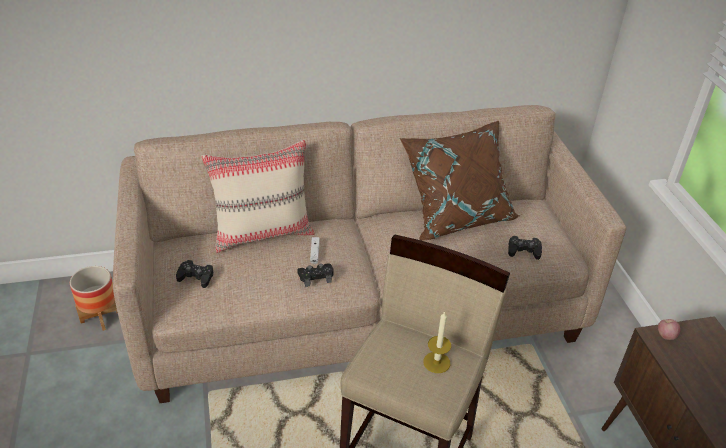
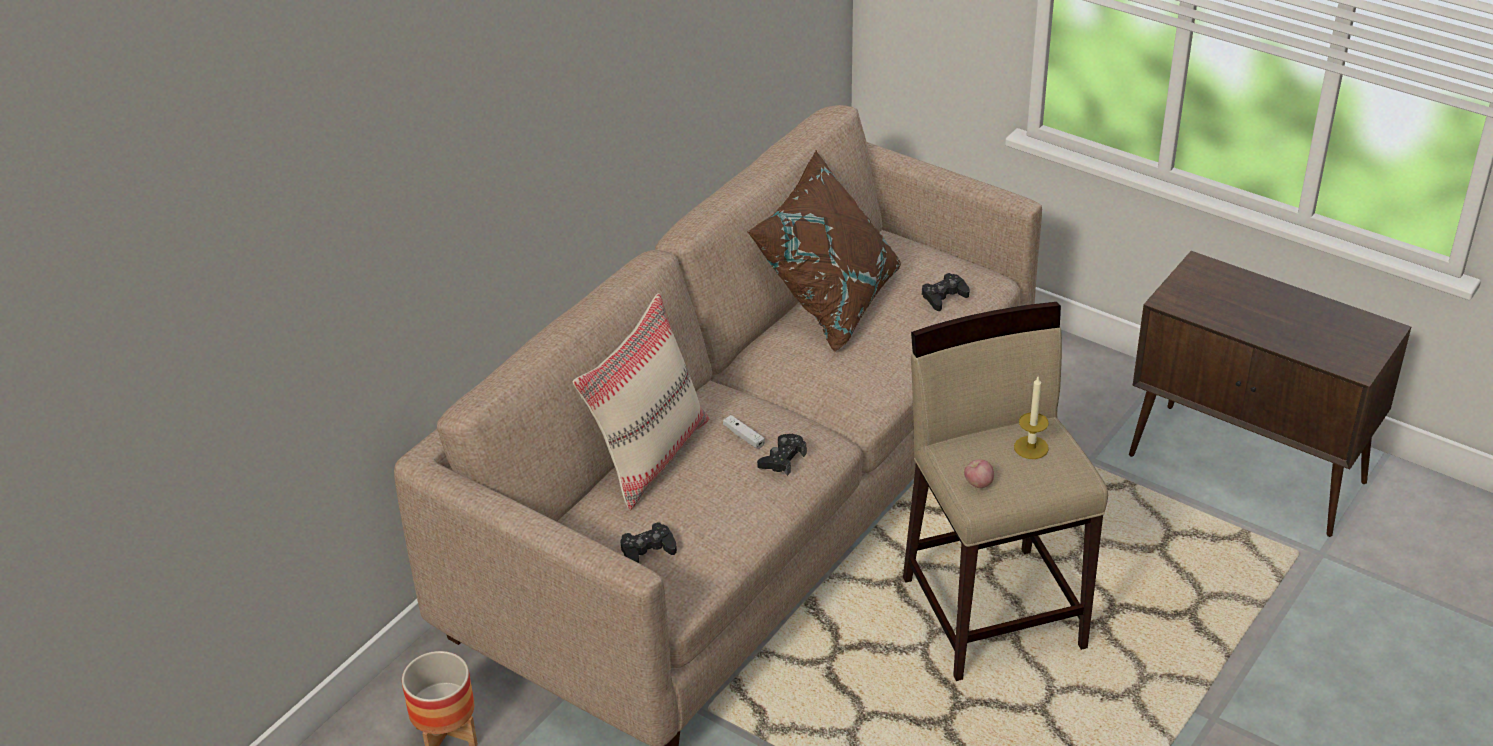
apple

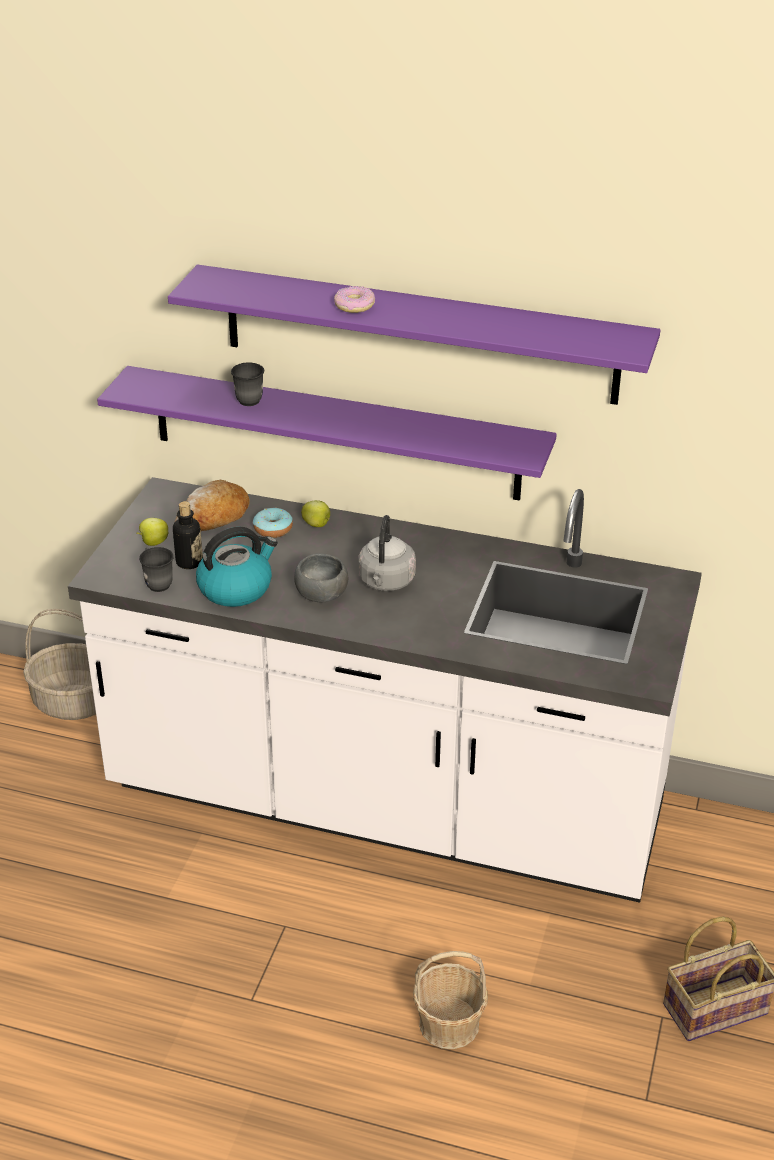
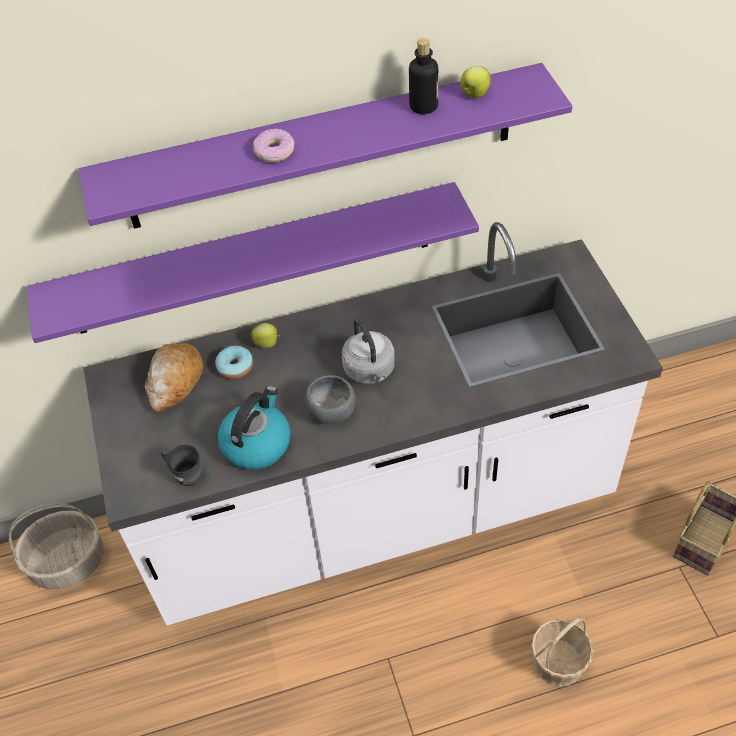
mug in grey (no. 2 from left in the first image); apple (no. 2 from left); bottle

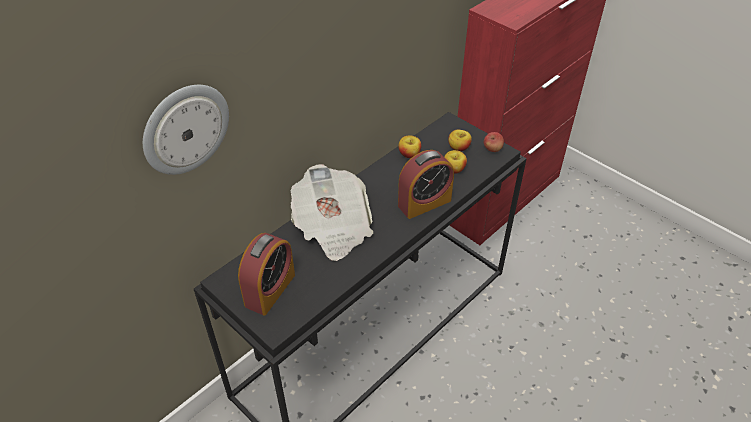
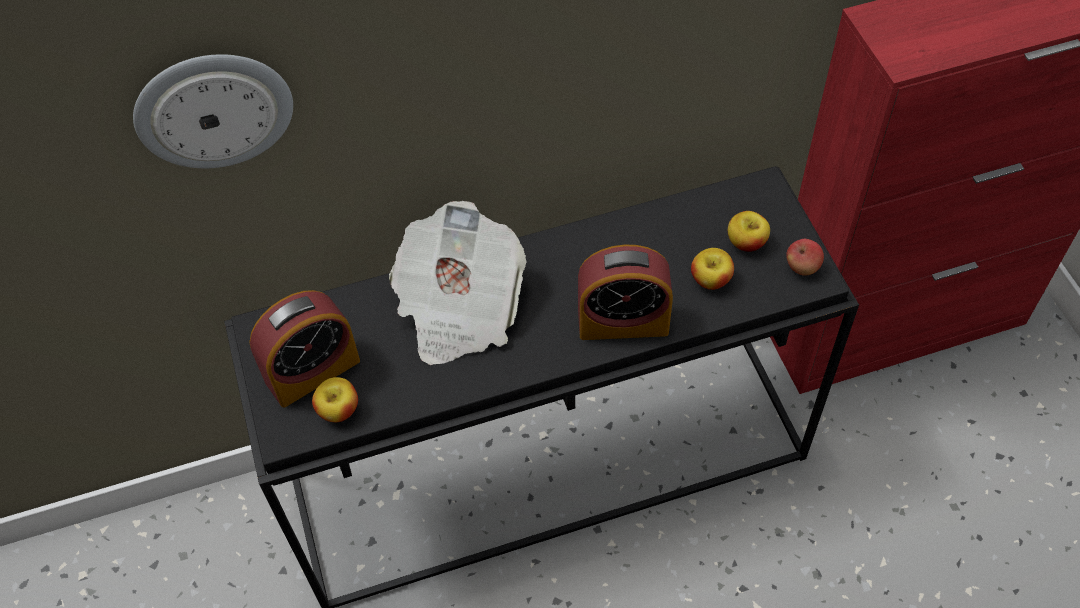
apple (no. 1 from left)

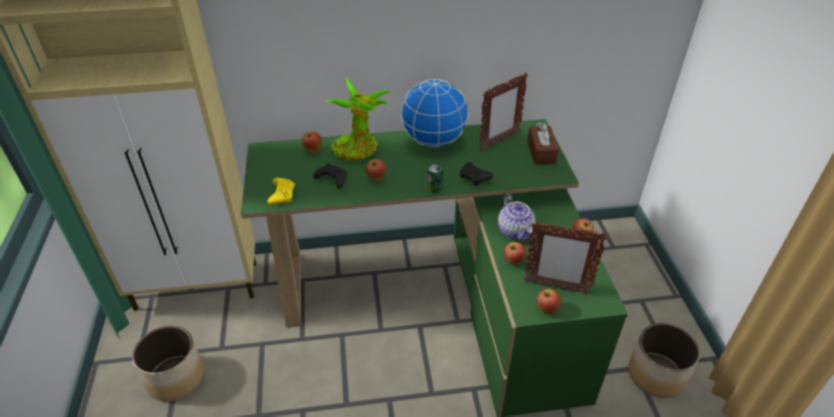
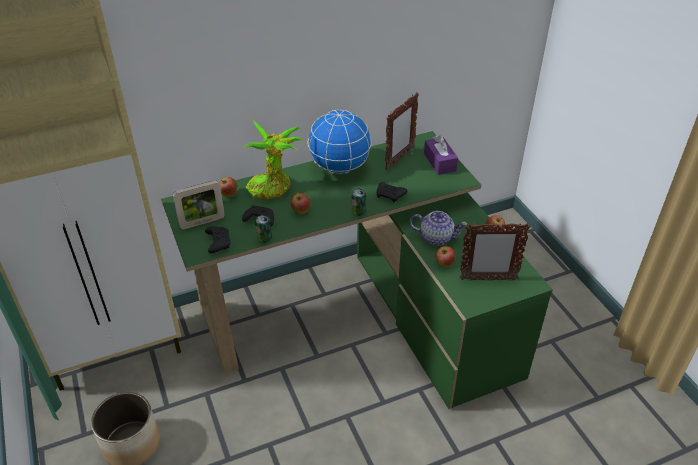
apple (no. 4 from left in the first image); planter (no. 2 from left in the first image); picture frame (no. 1 from left); can (no. 1 from left); game controller in black (no. 1 from left); tissue box in purple; teapot

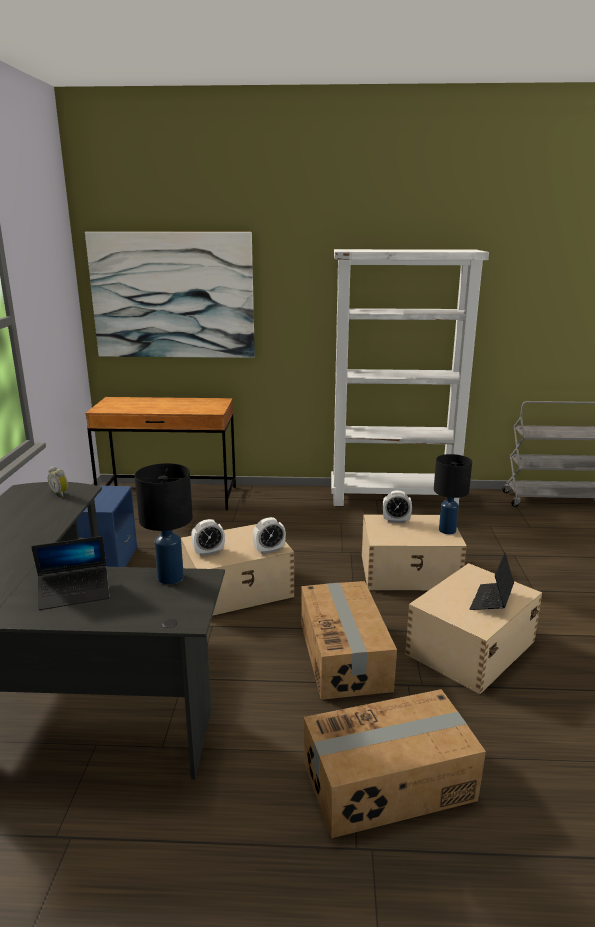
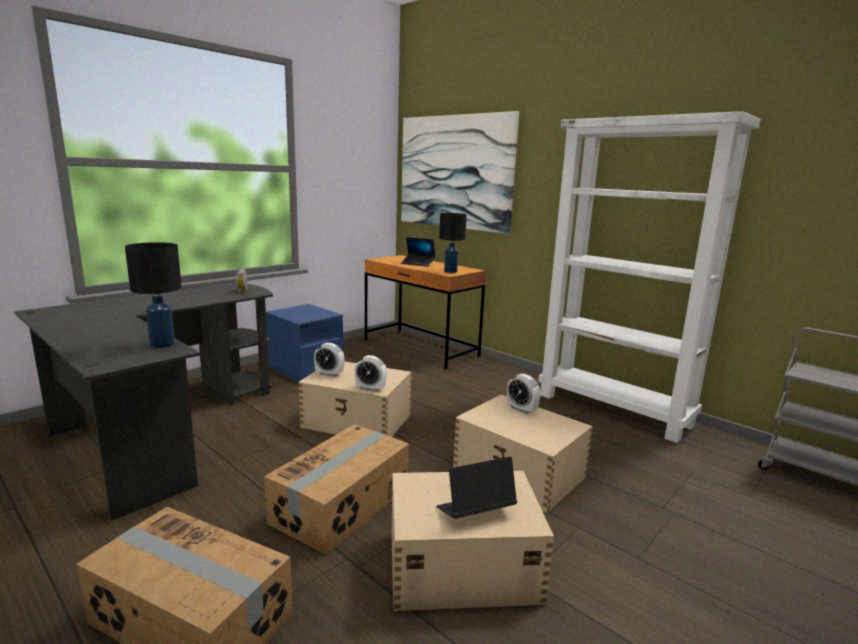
laptop (no. 1 from left); table lamp in black (no. 2 from left)

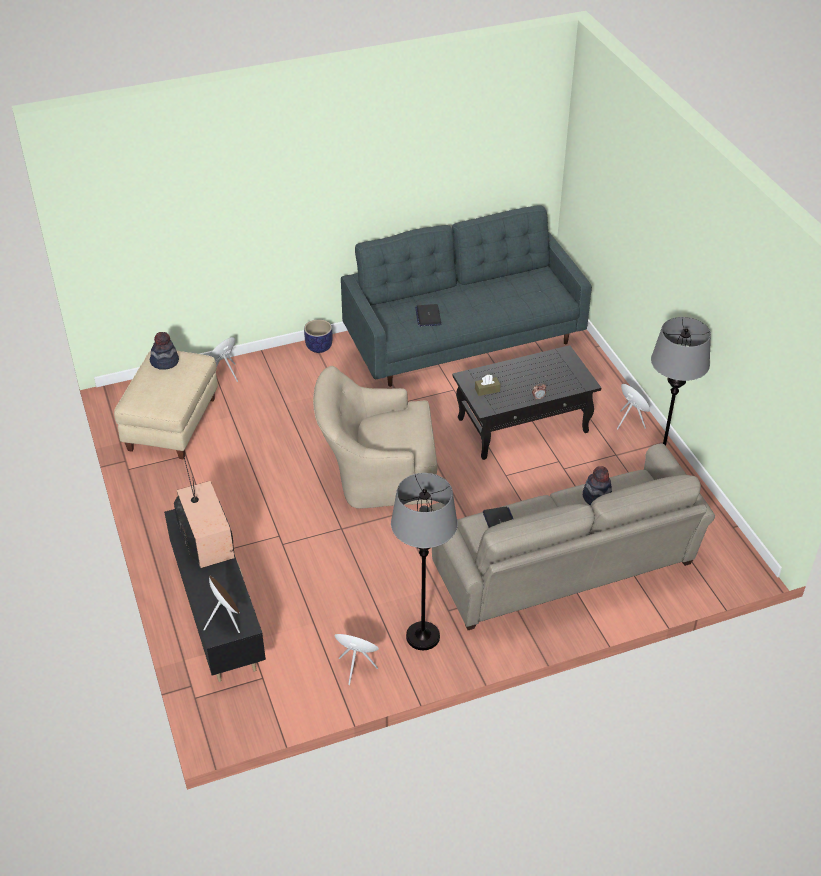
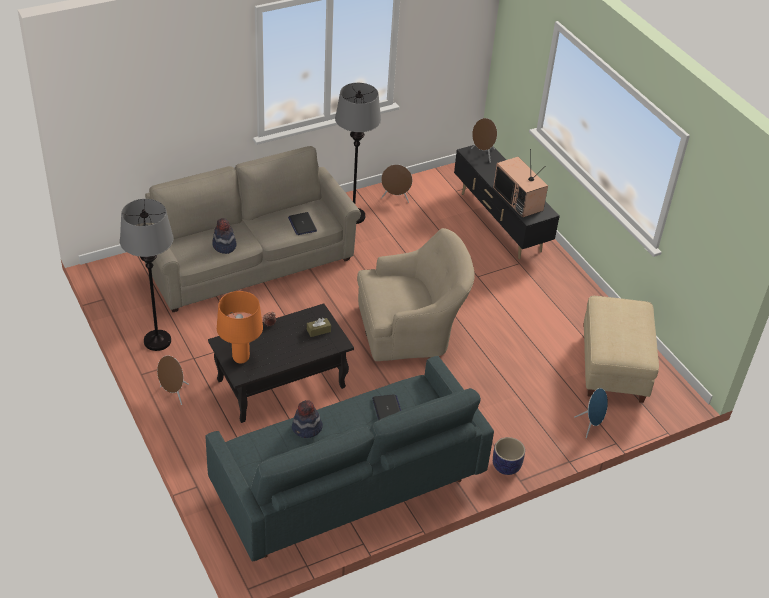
table lamp in orange; hat (no. 2 from left)

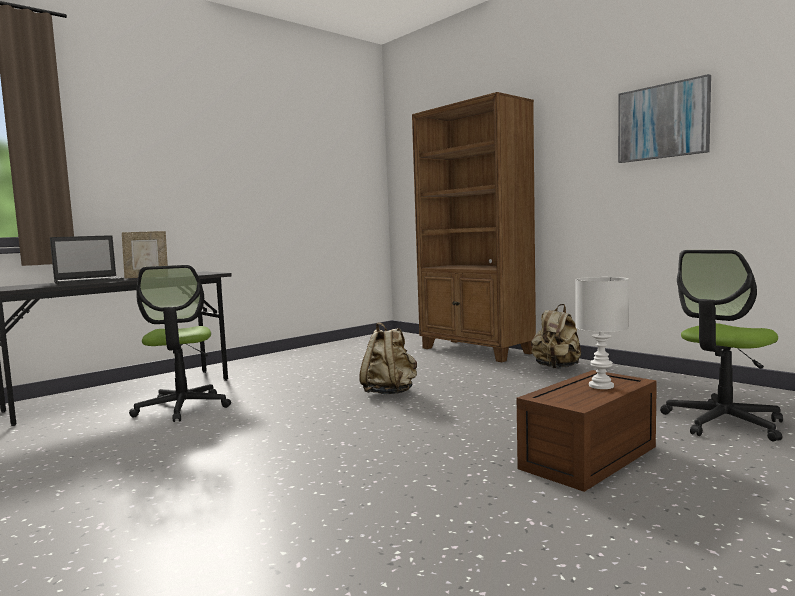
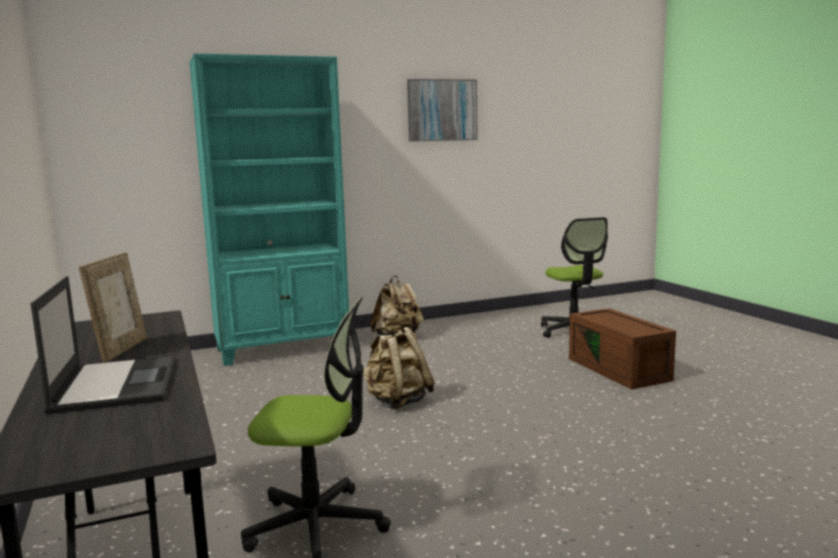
table lamp in white; bookcase in turquoise

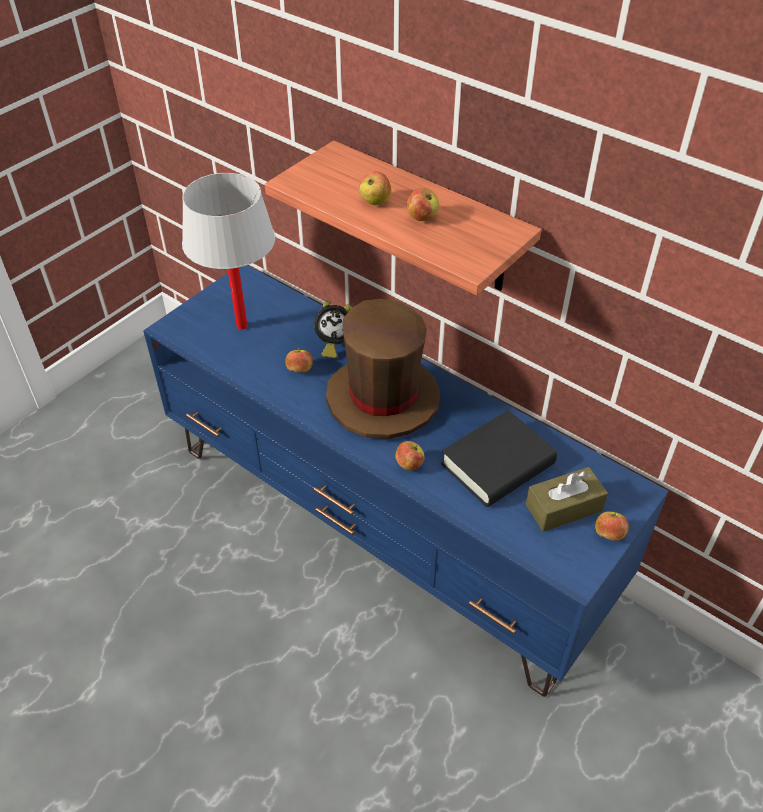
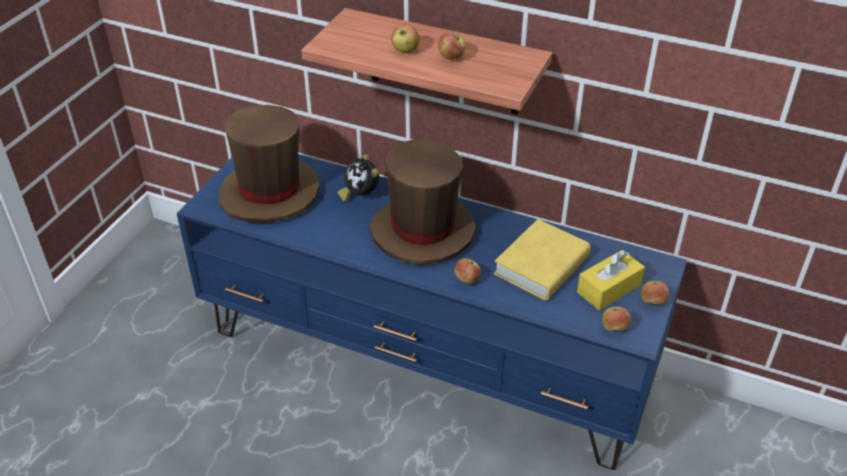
apple (no. 4 from left); hat in brown (no. 1 from left); book in yellow; tissue box in yellow; alarm clock

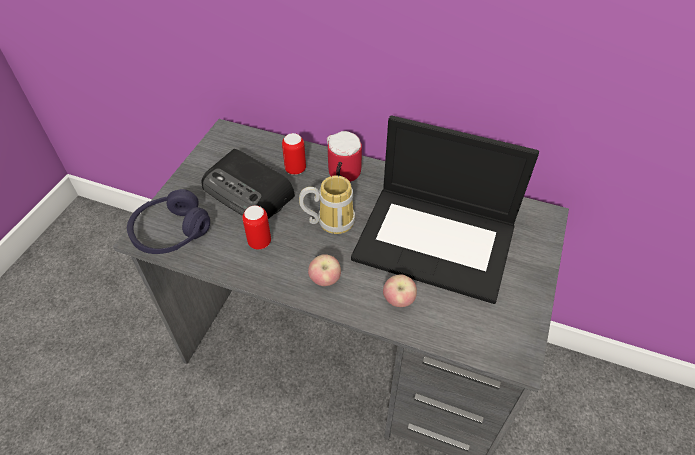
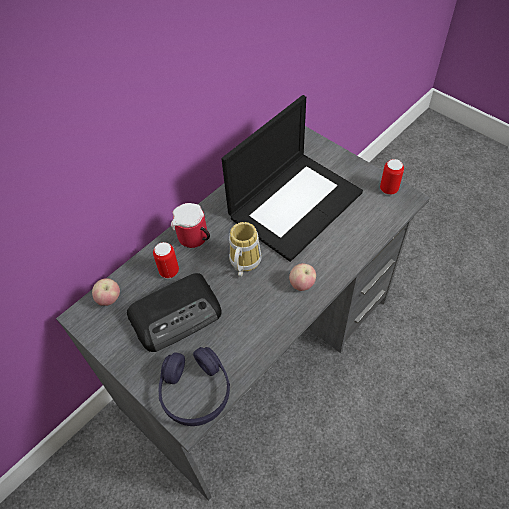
can (no. 2 from left); apple (no. 1 from left)

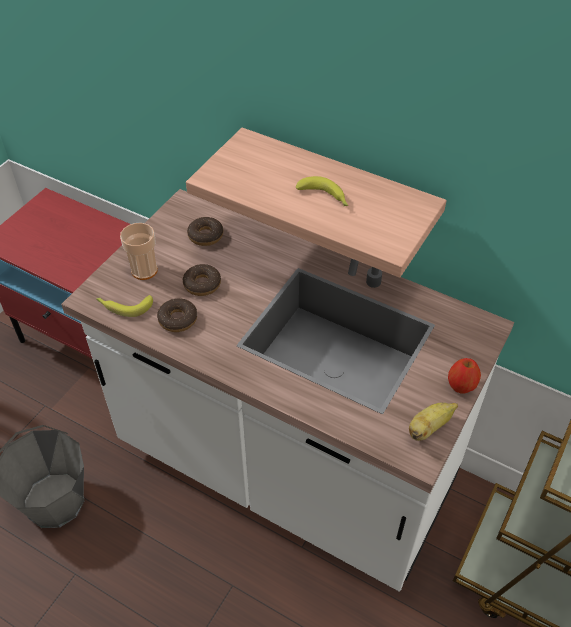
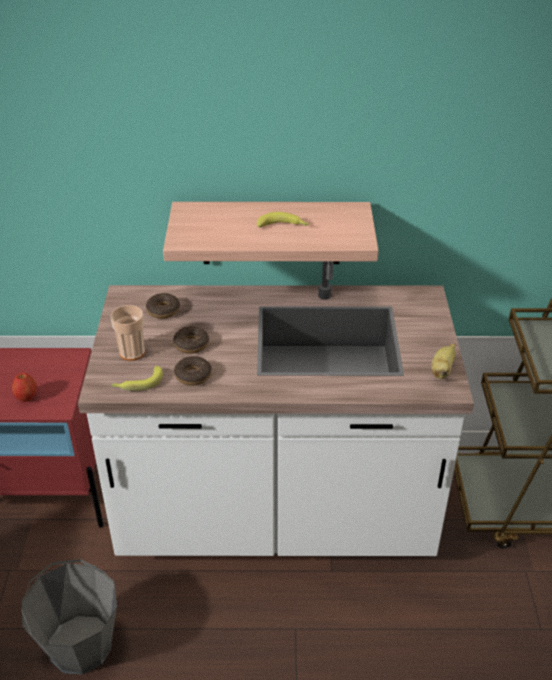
apple

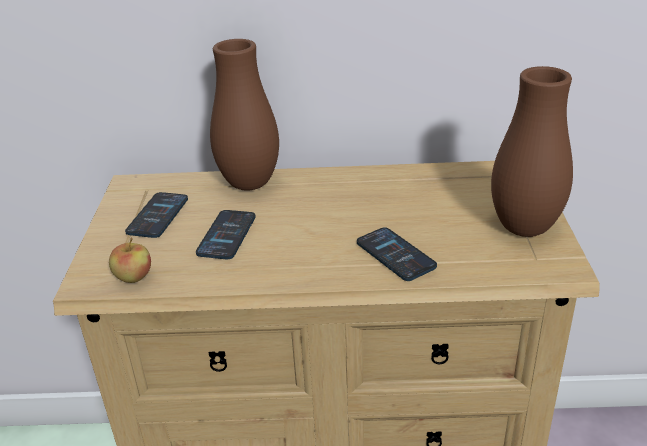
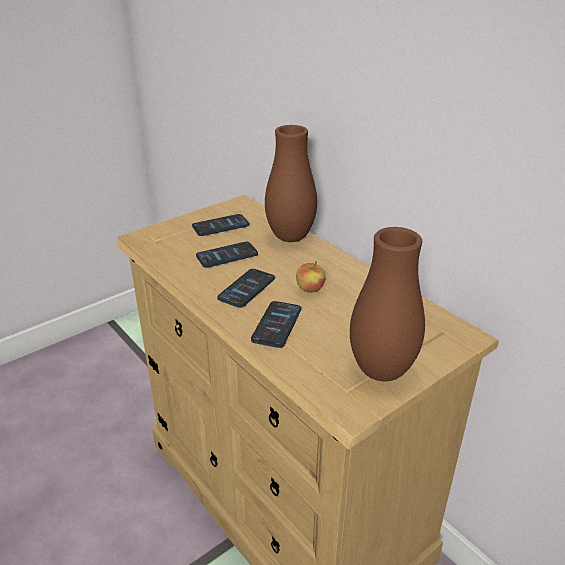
phone (no. 3 from left); apple

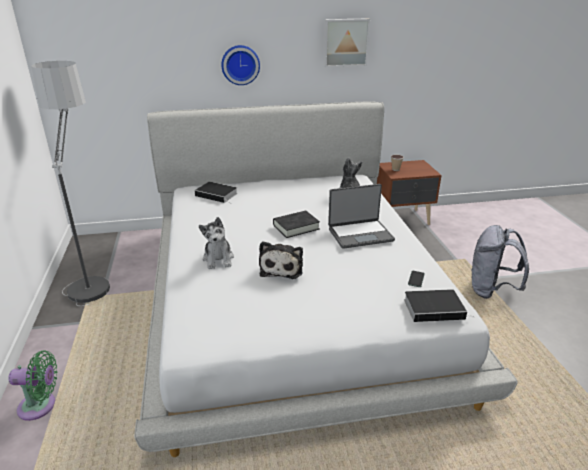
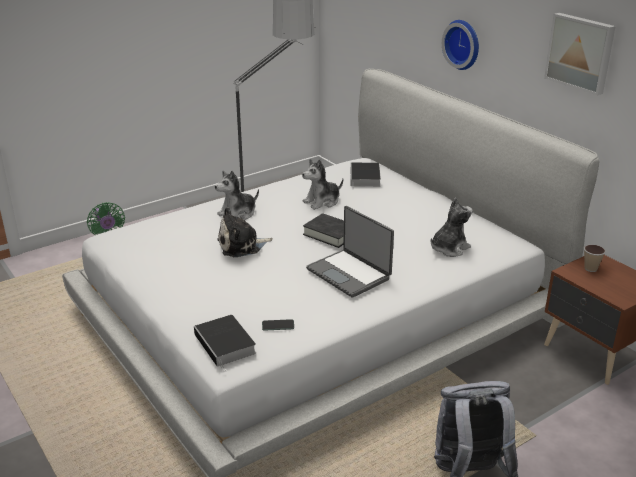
plush toy (no. 3 from left)

